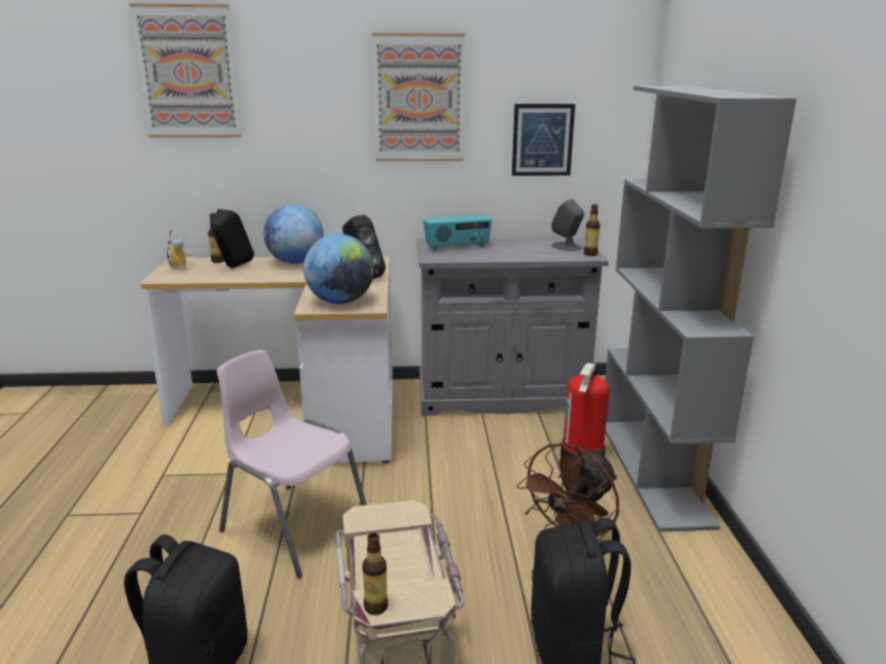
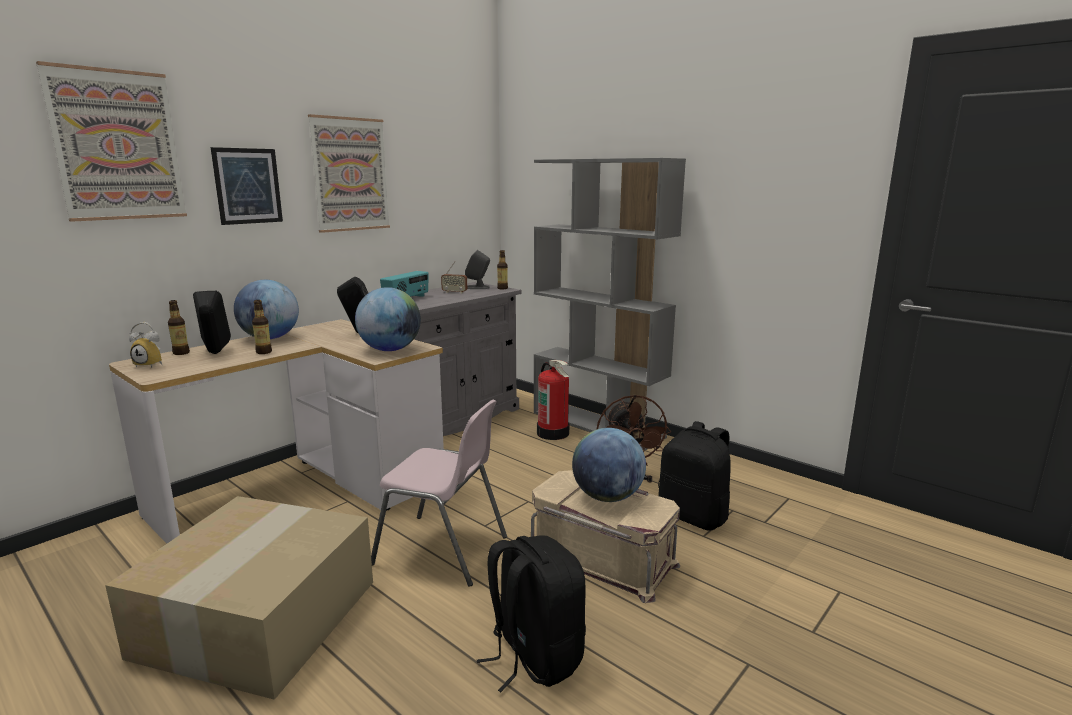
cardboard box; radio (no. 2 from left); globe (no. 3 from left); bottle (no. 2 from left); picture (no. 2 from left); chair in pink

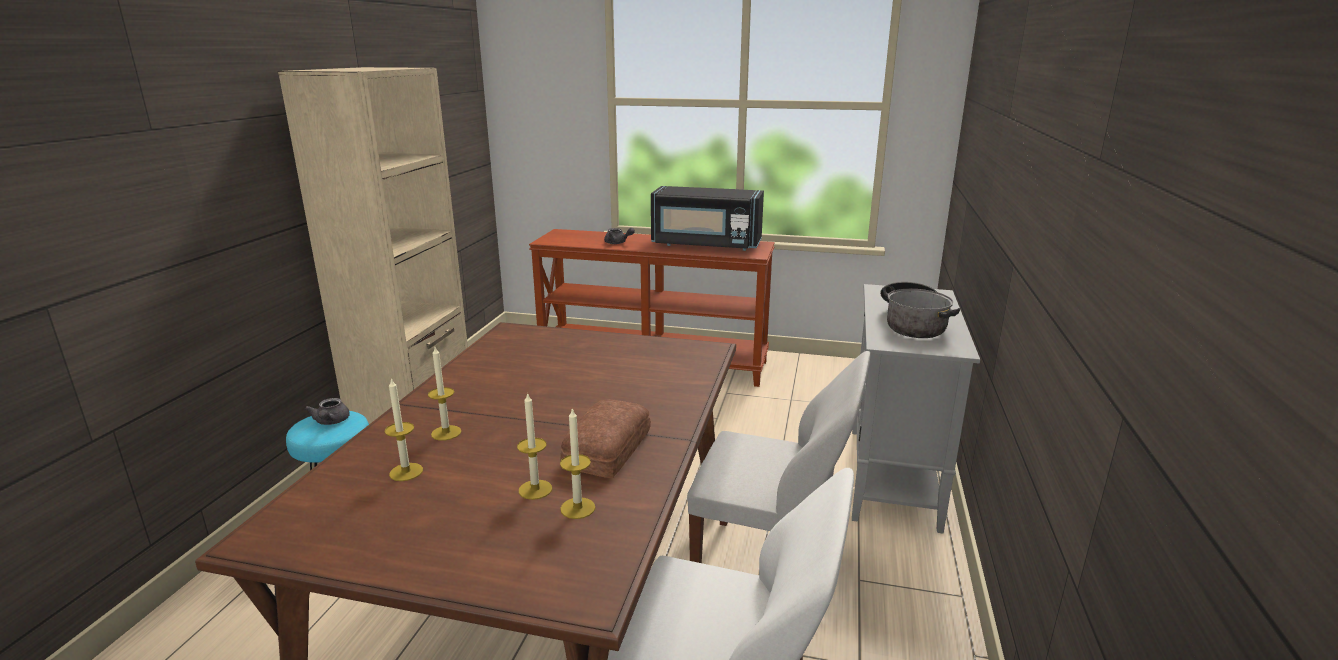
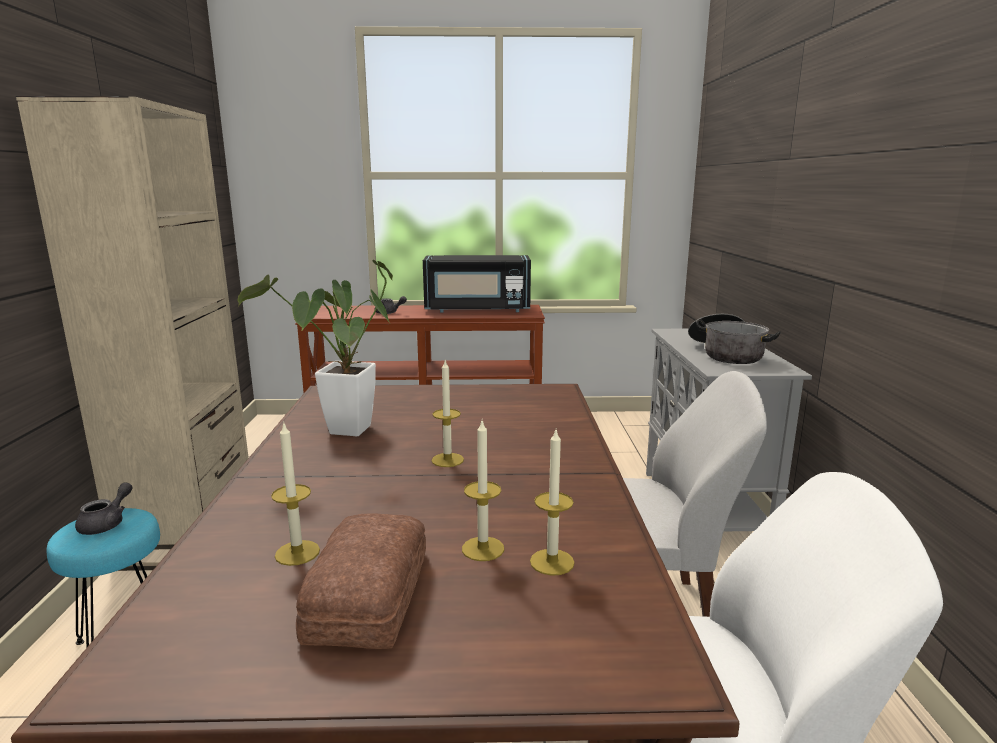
potted plant; candle (no. 2 from left); bread; teapot in grey (no. 1 from left)

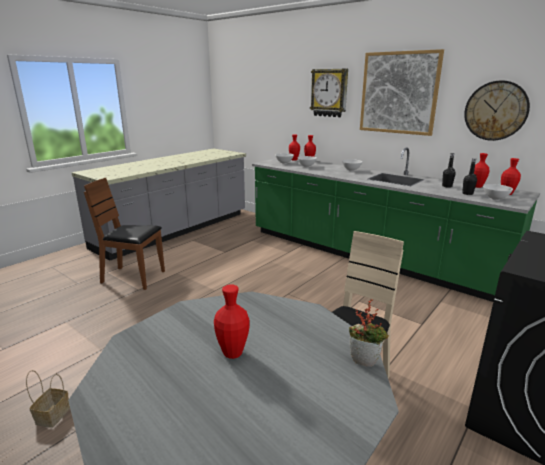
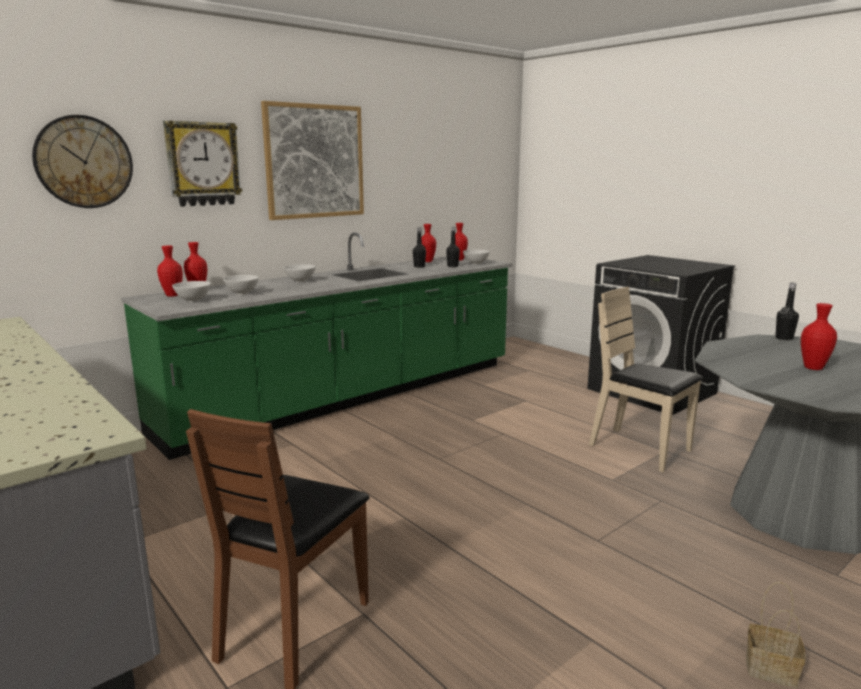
wall clock (no. 1 from left); bottle in black (no. 3 from left)

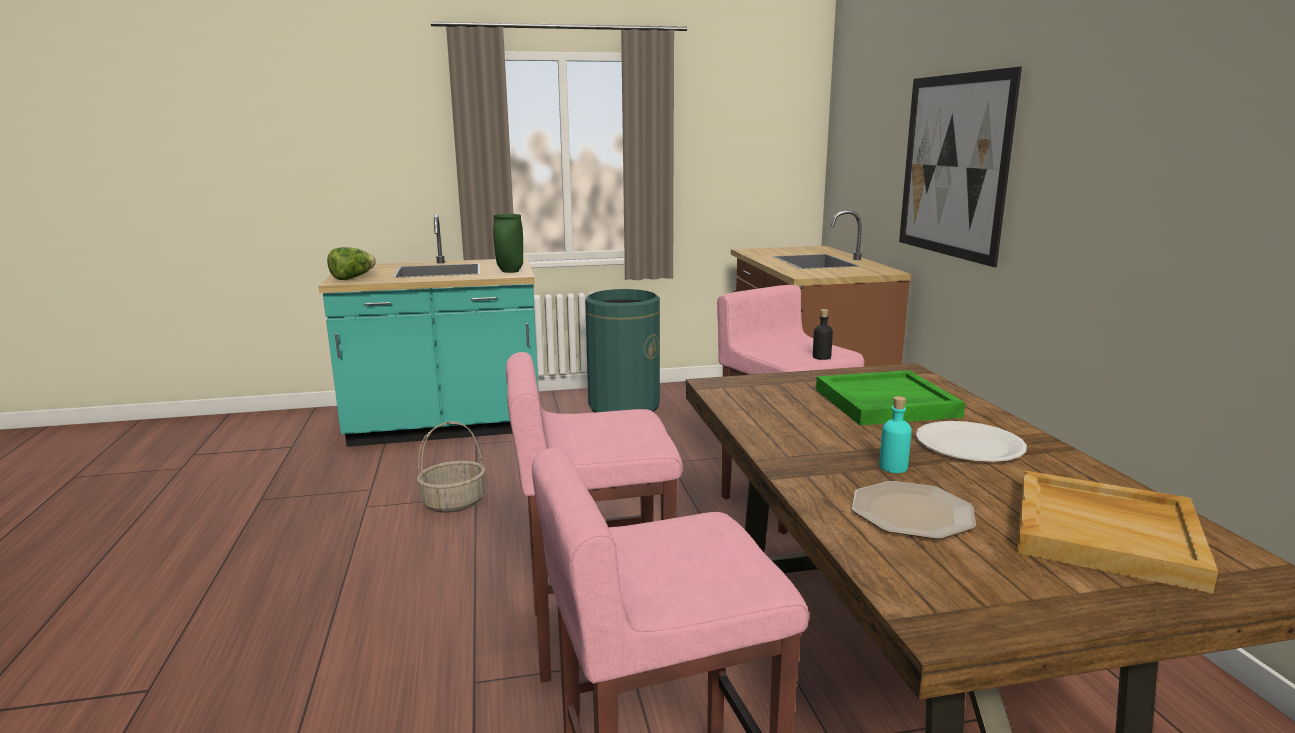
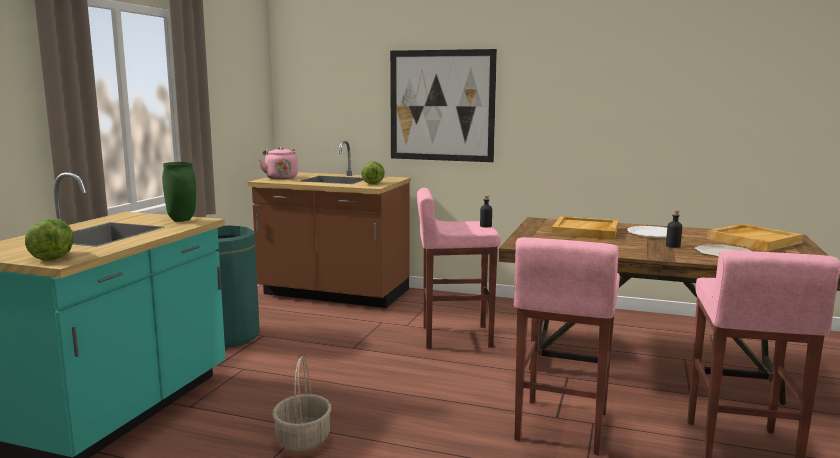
kettle in pink; lettuce (no. 2 from left); tray in beige (no. 1 from left); bottle in black (no. 2 from left)

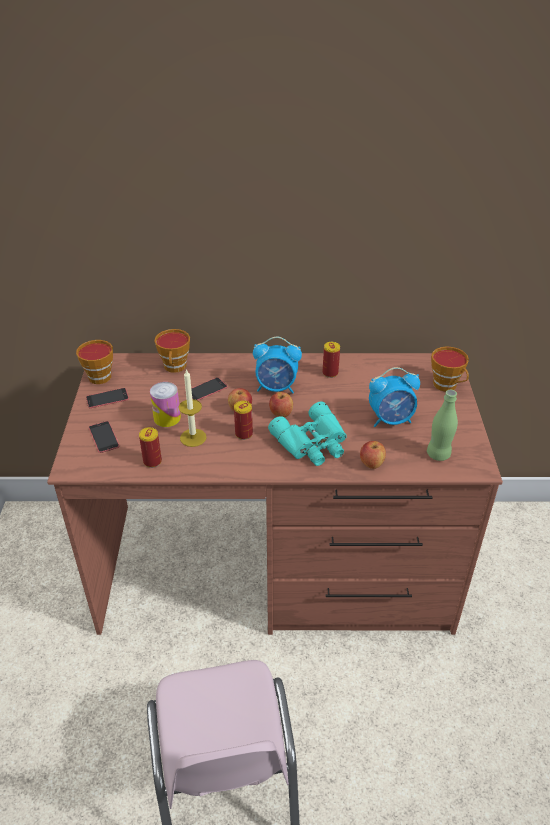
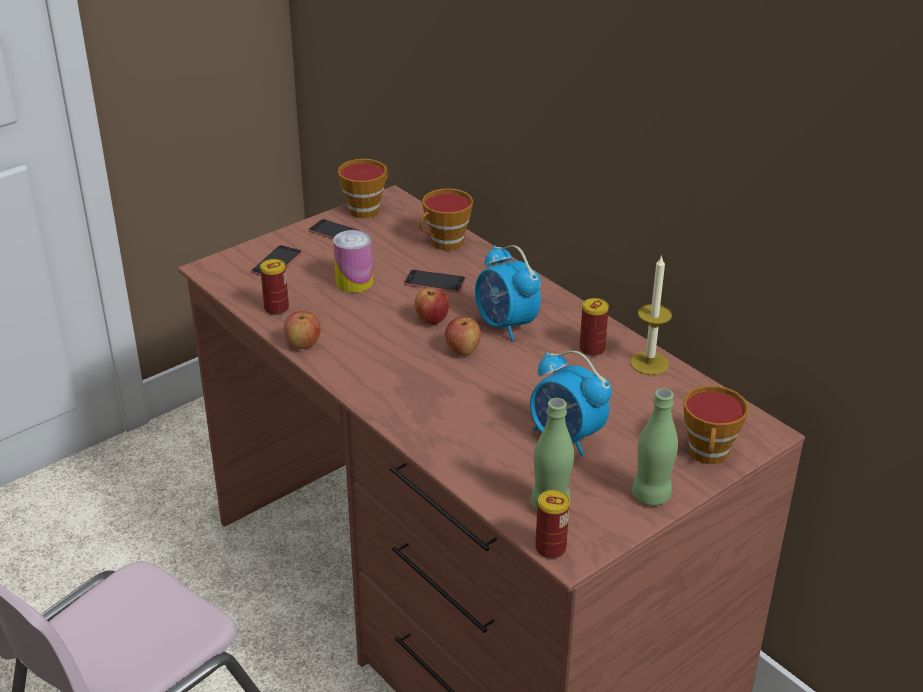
binoculars in turquoise; bottle in green (no. 2 from left); candle; can (no. 3 from left); apple (no. 1 from left)

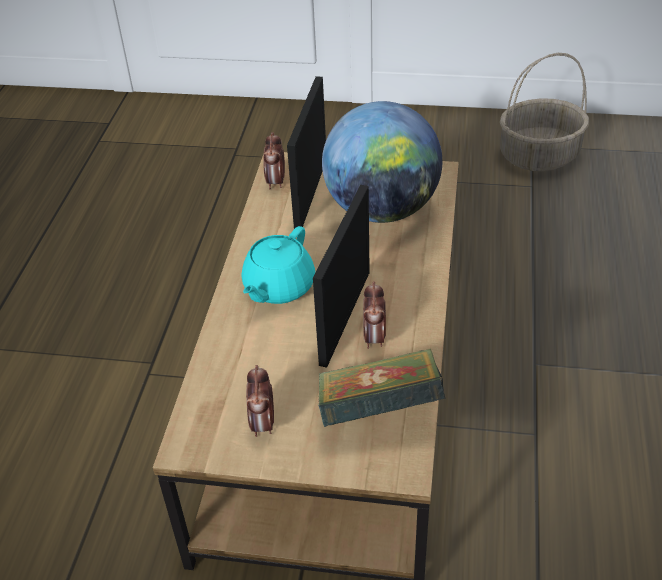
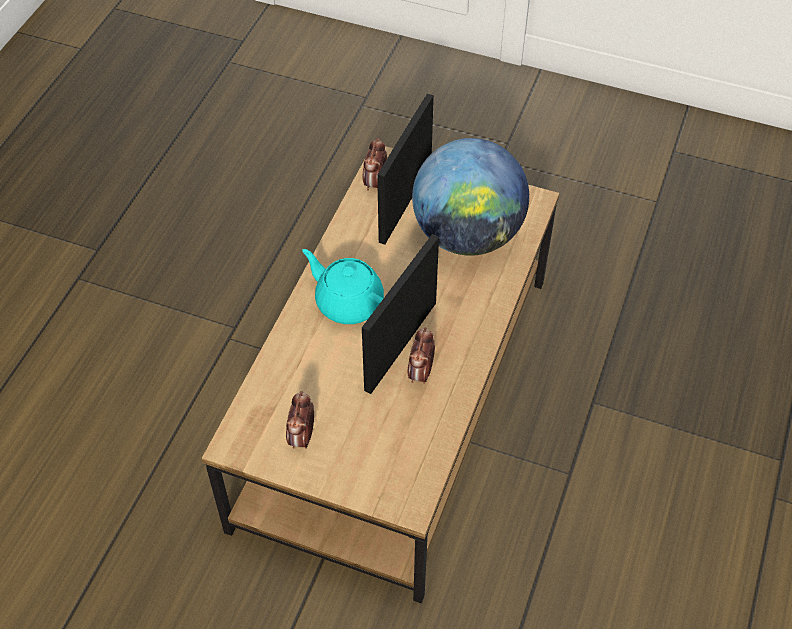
book; basket; teapot in turquoise

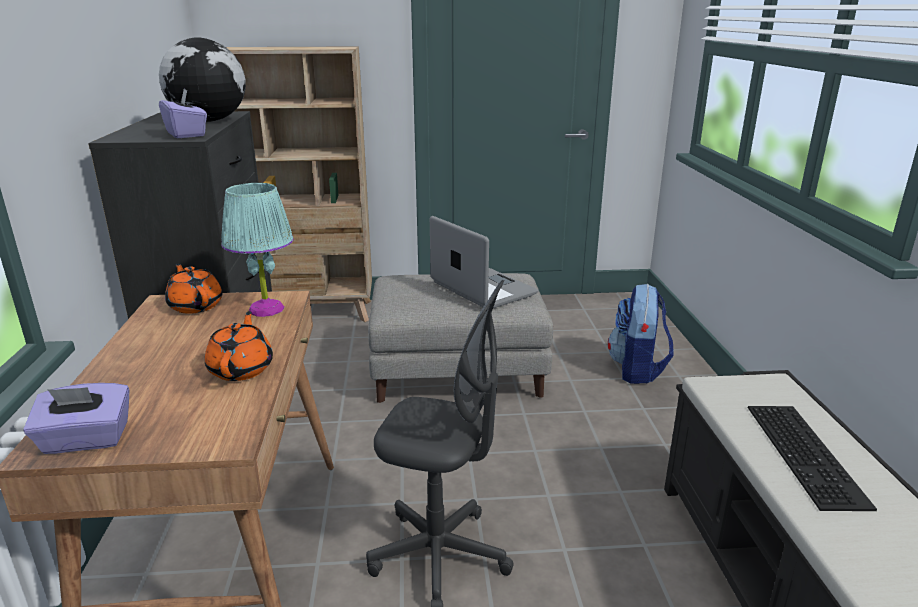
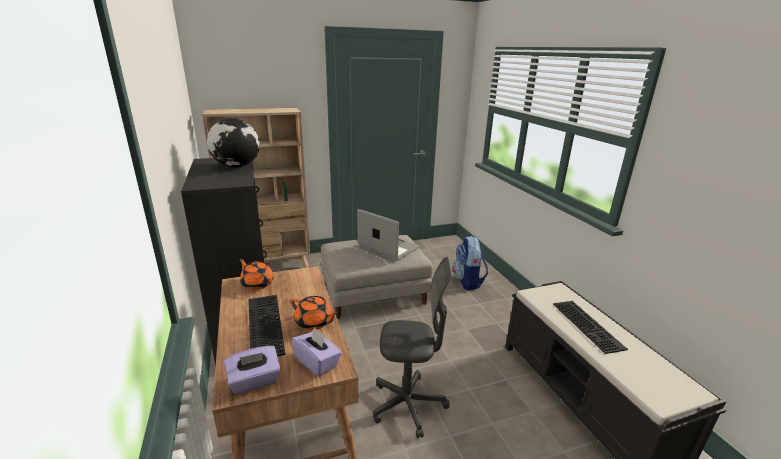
table lamp in turquoise; keyboard (no. 1 from left); tissue box in purple (no. 2 from left); teapot in orange (no. 2 from left)

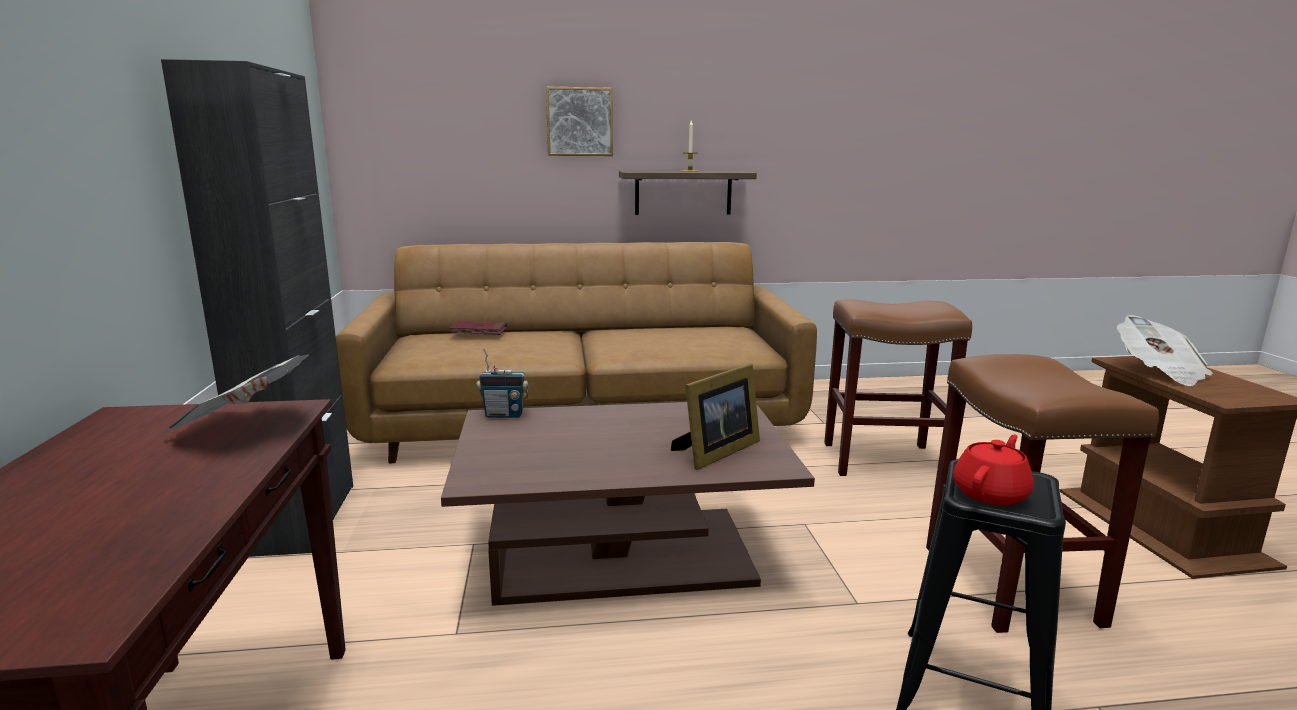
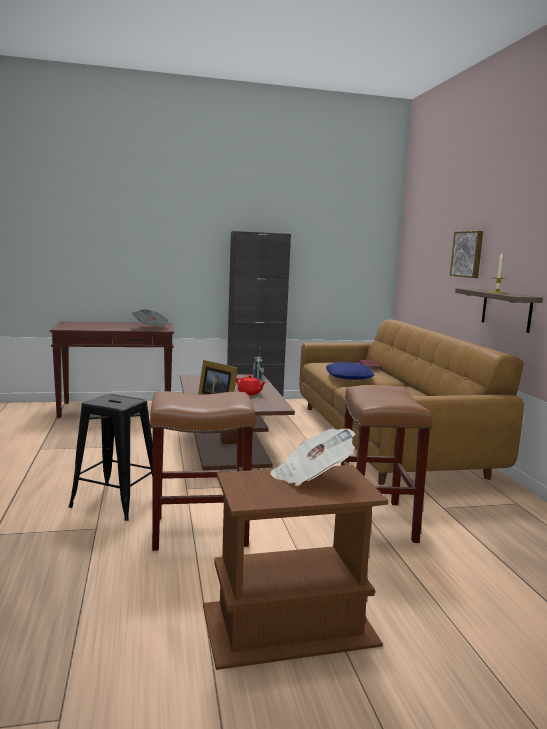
pillow in blue; teapot in red

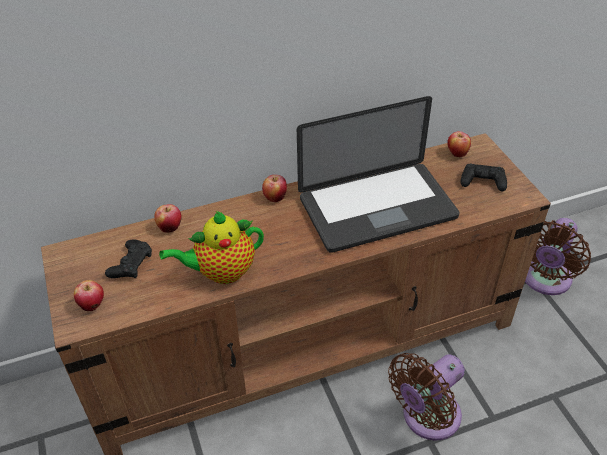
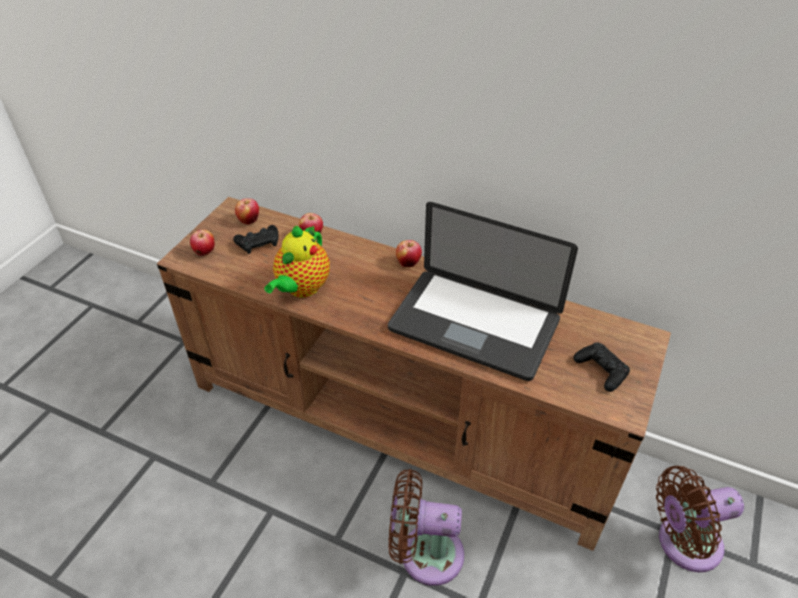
apple (no. 2 from left); teapot

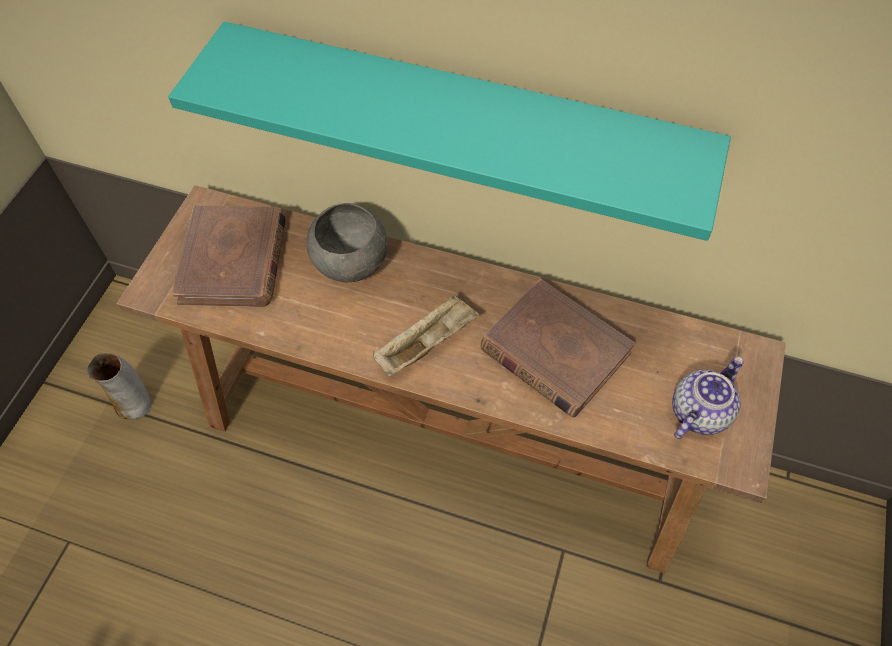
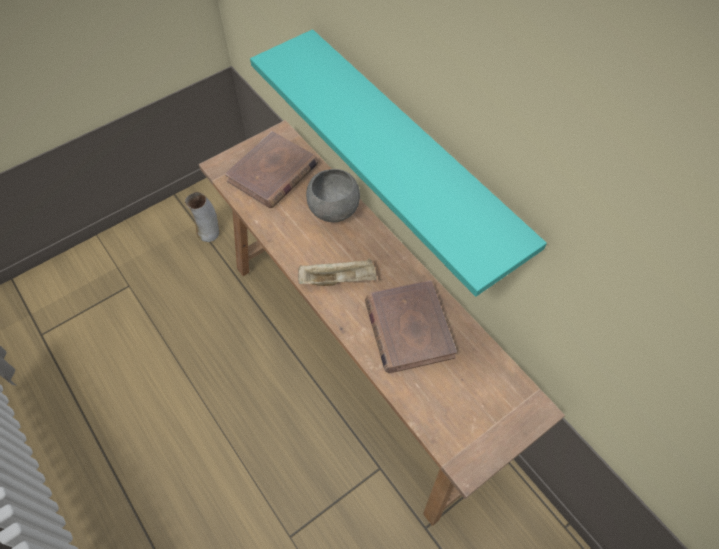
teapot

